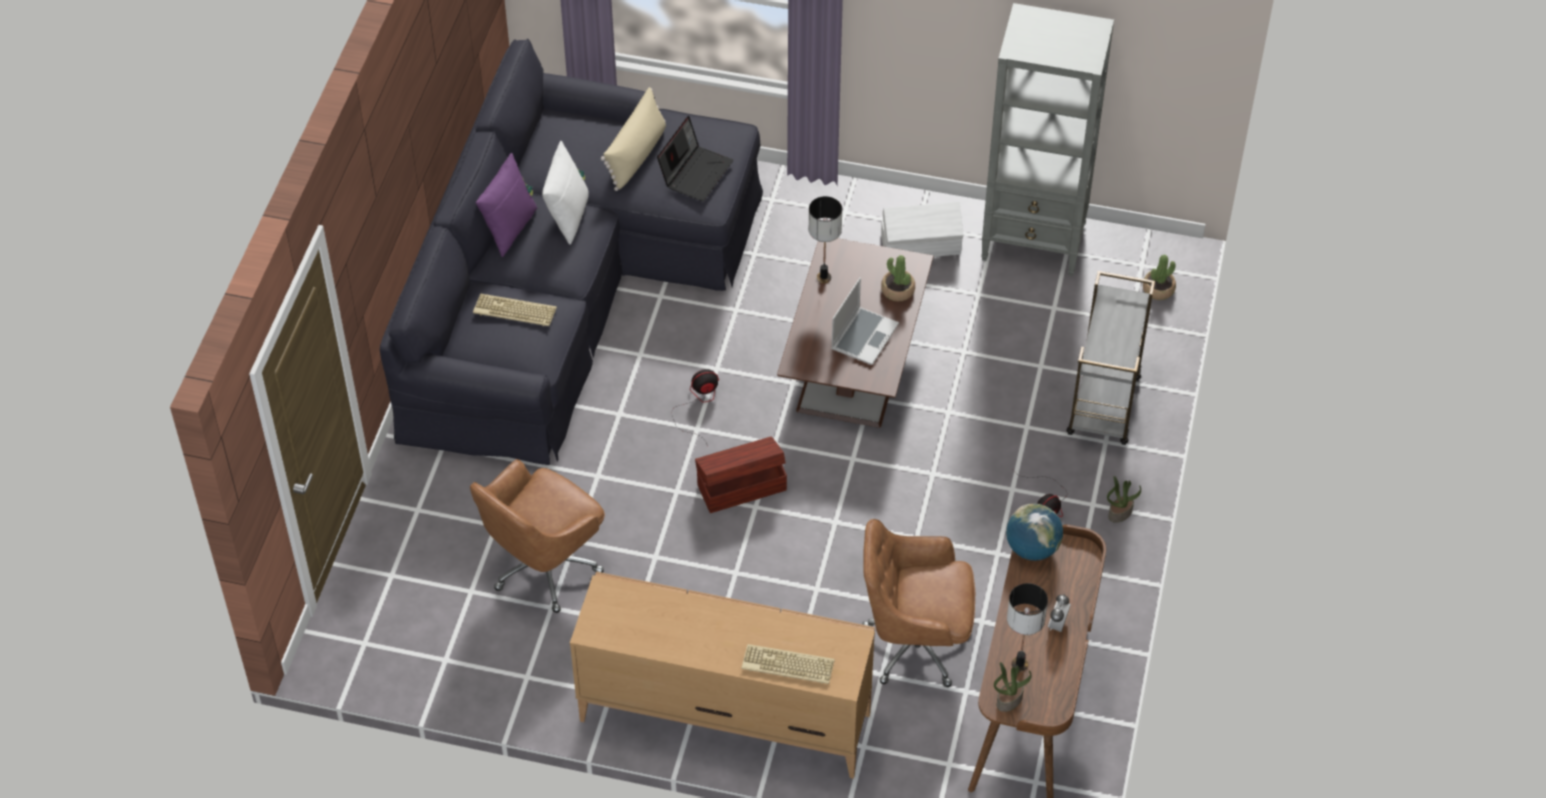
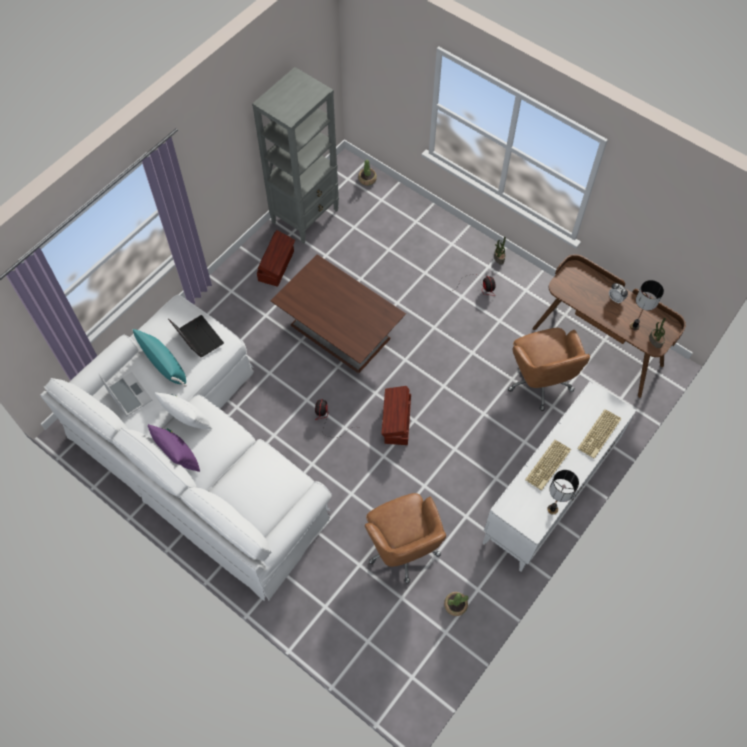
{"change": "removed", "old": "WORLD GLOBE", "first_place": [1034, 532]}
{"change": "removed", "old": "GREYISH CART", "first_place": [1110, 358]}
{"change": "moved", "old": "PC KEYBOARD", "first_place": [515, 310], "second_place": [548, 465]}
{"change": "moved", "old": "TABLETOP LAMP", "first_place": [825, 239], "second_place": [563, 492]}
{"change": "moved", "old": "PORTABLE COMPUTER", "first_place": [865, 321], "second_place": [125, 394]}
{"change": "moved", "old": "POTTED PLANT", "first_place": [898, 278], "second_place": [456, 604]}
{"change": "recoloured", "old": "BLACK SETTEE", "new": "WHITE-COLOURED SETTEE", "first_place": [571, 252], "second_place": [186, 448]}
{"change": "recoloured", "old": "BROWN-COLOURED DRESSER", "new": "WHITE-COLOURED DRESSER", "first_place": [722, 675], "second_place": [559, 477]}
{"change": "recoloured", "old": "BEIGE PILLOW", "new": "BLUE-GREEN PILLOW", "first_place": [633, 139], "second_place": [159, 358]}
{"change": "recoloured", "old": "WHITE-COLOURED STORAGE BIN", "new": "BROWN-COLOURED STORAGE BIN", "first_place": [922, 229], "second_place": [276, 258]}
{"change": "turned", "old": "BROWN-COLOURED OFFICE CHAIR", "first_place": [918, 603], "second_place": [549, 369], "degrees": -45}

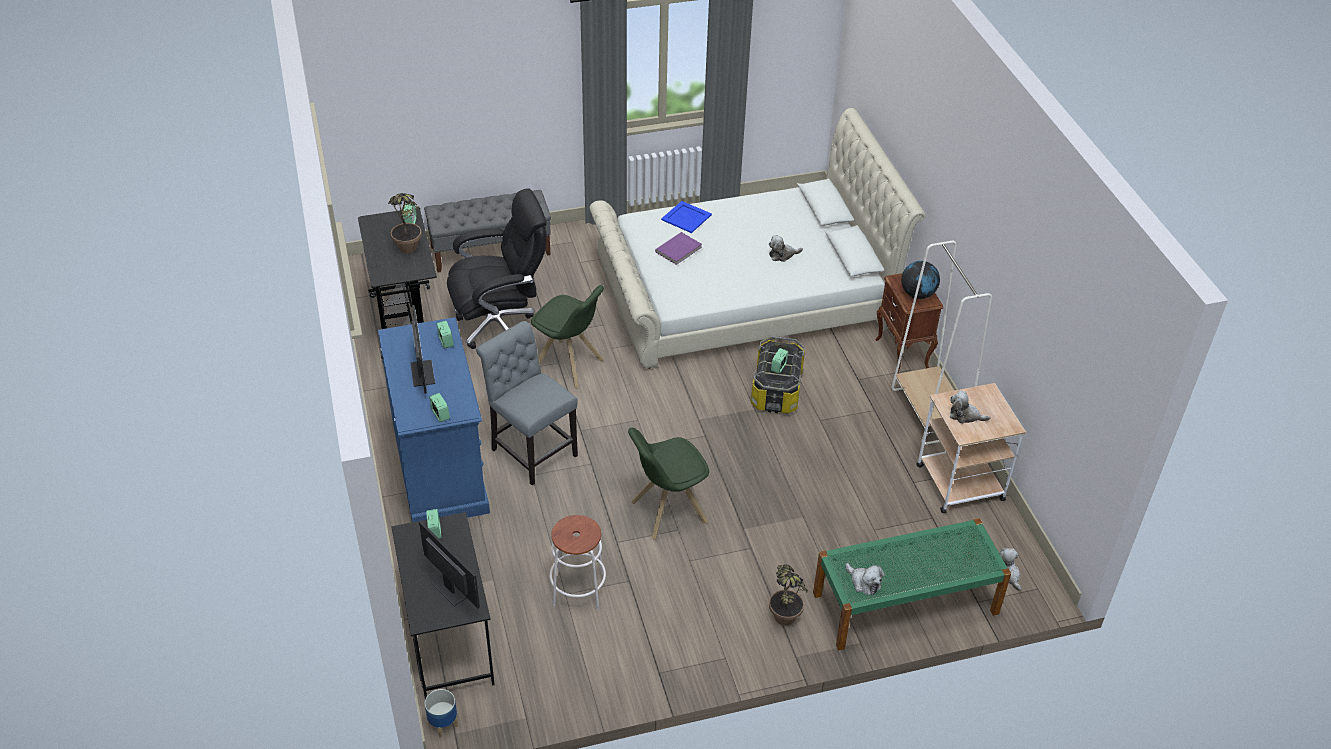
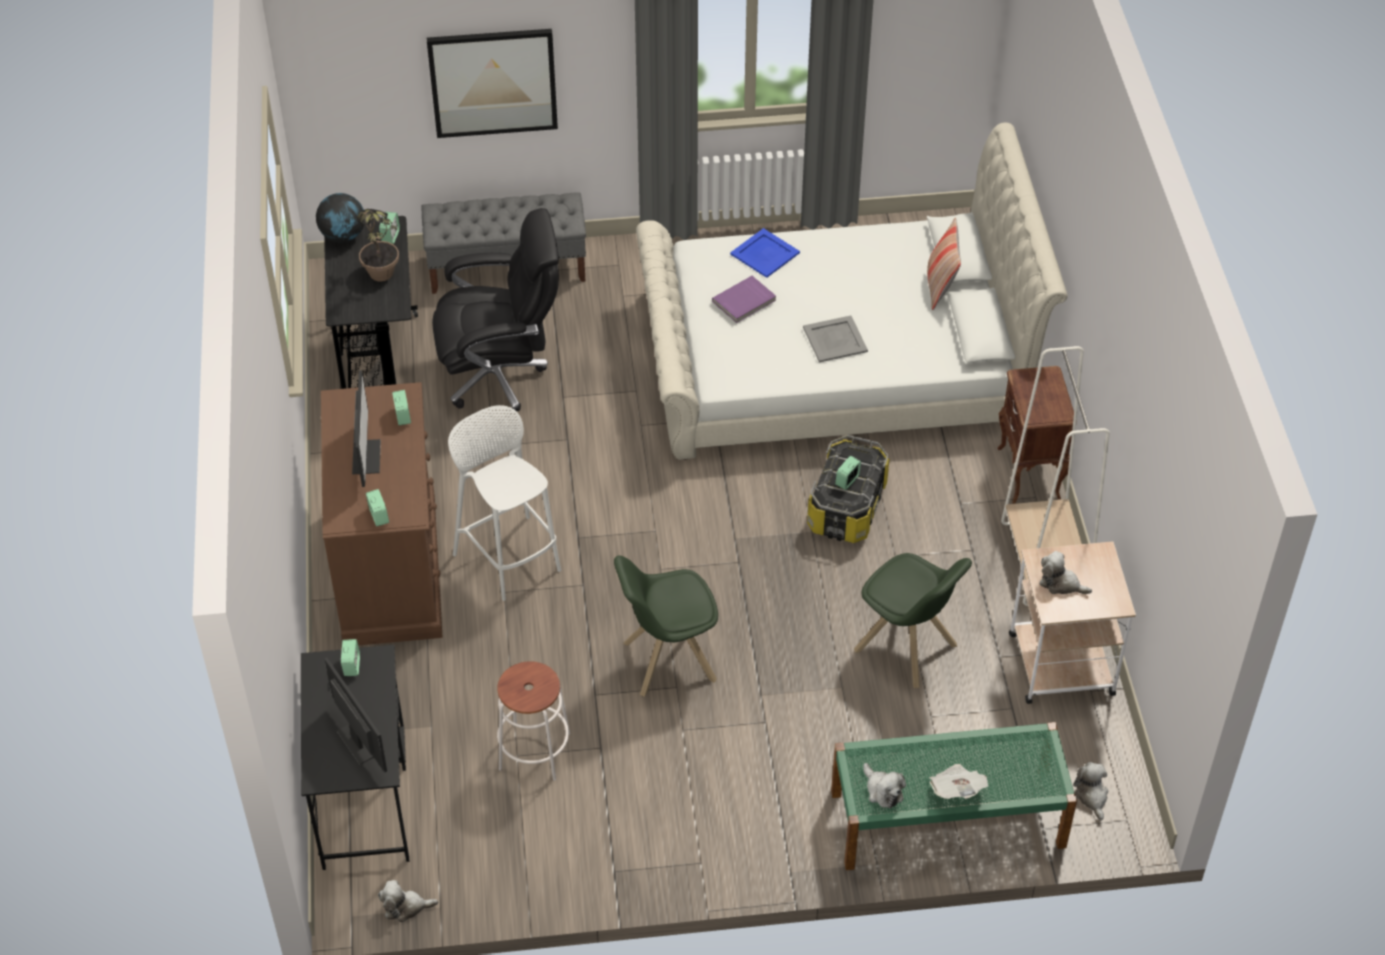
{"change": "removed", "old": "PLANT POT", "first_place": [441, 713]}
{"change": "removed", "old": "POTTED PLANT", "first_place": [788, 595]}
{"change": "added", "new": "WALL ART", "second_place": [492, 83]}
{"change": "added", "new": "GREYISH SERVING TRAY", "second_place": [835, 338]}
{"change": "added", "new": "PILLOW", "second_place": [944, 263]}
{"change": "added", "new": "PRINTED PAPER", "second_place": [959, 781]}
{"change": "moved", "old": "GREEN PLAIN CHAIR", "first_place": [567, 336], "second_place": [913, 620]}
{"change": "moved", "old": "CUDDLY TOY", "first_place": [786, 248], "second_place": [408, 901]}
{"change": "moved", "old": "WORLD GLOBE", "first_place": [920, 280], "second_place": [340, 217]}
{"change": "replaced", "old": "GREYISH PLAIN CHAIR", "new": "WHITE-COLOURED STOOL", "first_place": [527, 403], "second_place": [504, 503]}
{"change": "recoloured", "old": "BLUE DRESSER", "new": "BROWN-COLOURED DRESSER", "first_place": [434, 419], "second_place": [381, 513]}

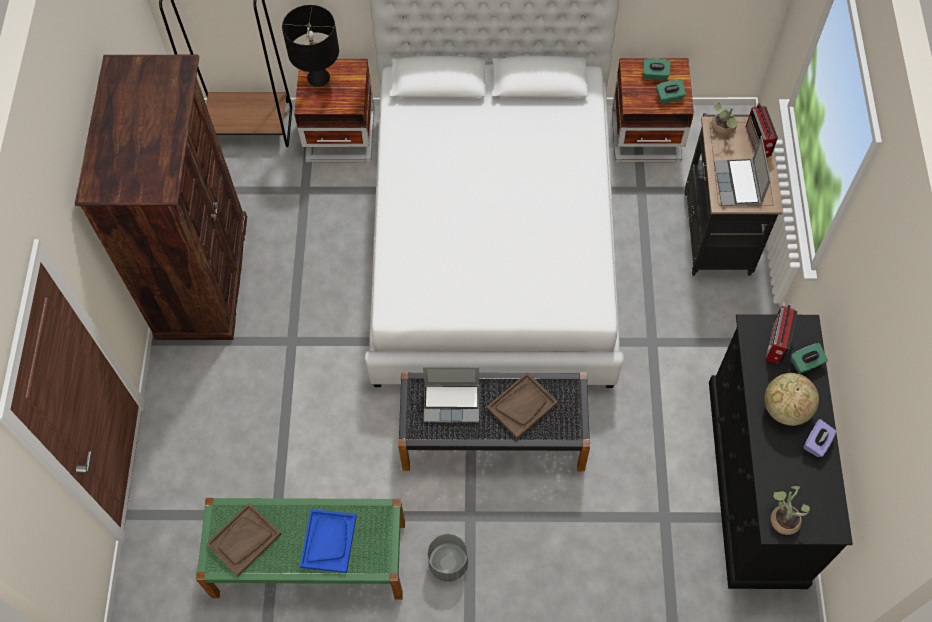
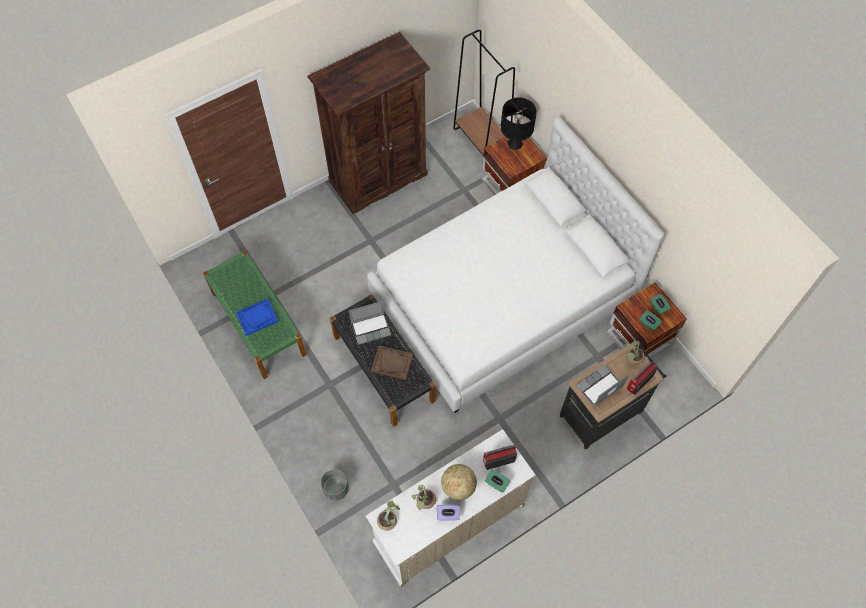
{"change": "removed", "old": "BROWN-COLOURED SERVING TRAY", "first_place": [243, 539]}
{"change": "added", "new": "POTTED PLANT", "second_place": [424, 497]}
{"change": "moved", "old": "GREYISH PLANT POT", "first_place": [447, 558], "second_place": [335, 485]}
{"change": "recoloured", "old": "BLACK DRESSER", "new": "WHITE-COLOURED DRESSER", "first_place": [781, 451], "second_place": [450, 508]}
{"change": "turned", "old": "PORTABLE COMPUTER", "first_place": [451, 394], "second_place": [370, 323], "degrees": -75}

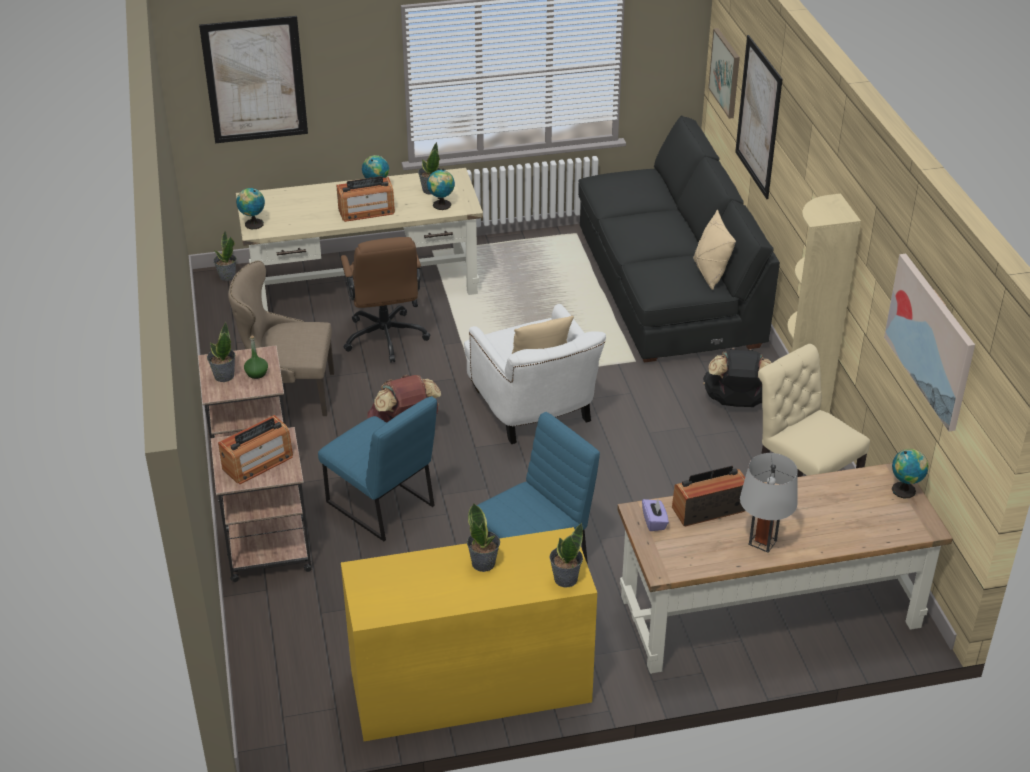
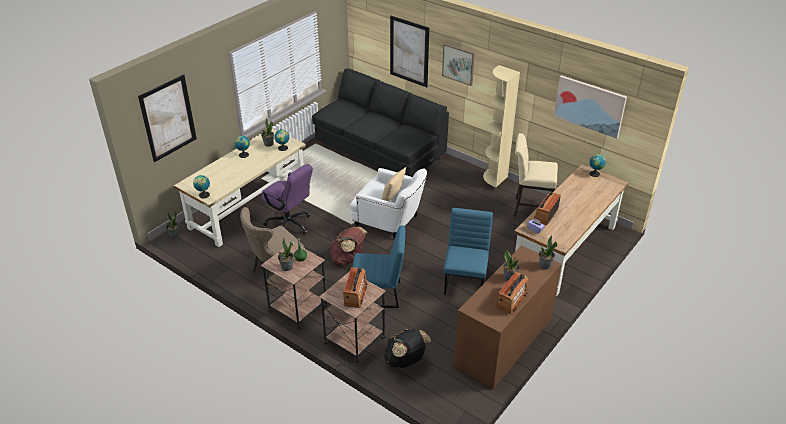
{"change": "removed", "old": "BEIGE PILLOW", "first_place": [714, 250]}
{"change": "removed", "old": "GREYISH TABLETOP LAMP", "first_place": [769, 503]}
{"change": "moved", "old": "RADIO", "first_place": [365, 199], "second_place": [513, 293]}
{"change": "moved", "old": "BLACK KNAPSACK", "first_place": [737, 377], "second_place": [407, 348]}
{"change": "moved", "old": "WALL ART", "first_place": [724, 73], "second_place": [458, 64]}
{"change": "recoloured", "old": "BROWN-COLOURED OFFICE CHAIR", "new": "PURPLISH OFFICE CHAIR", "first_place": [385, 300], "second_place": [287, 199]}
{"change": "recoloured", "old": "YELLOWISH DRESSER", "new": "BROWN-COLOURED DRESSER", "first_place": [469, 634], "second_place": [508, 317]}

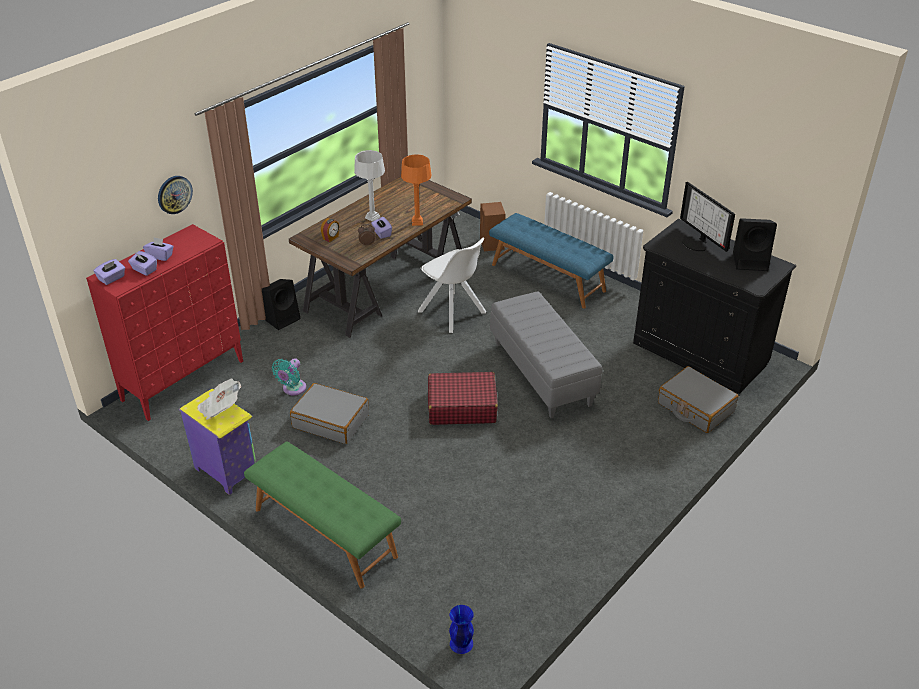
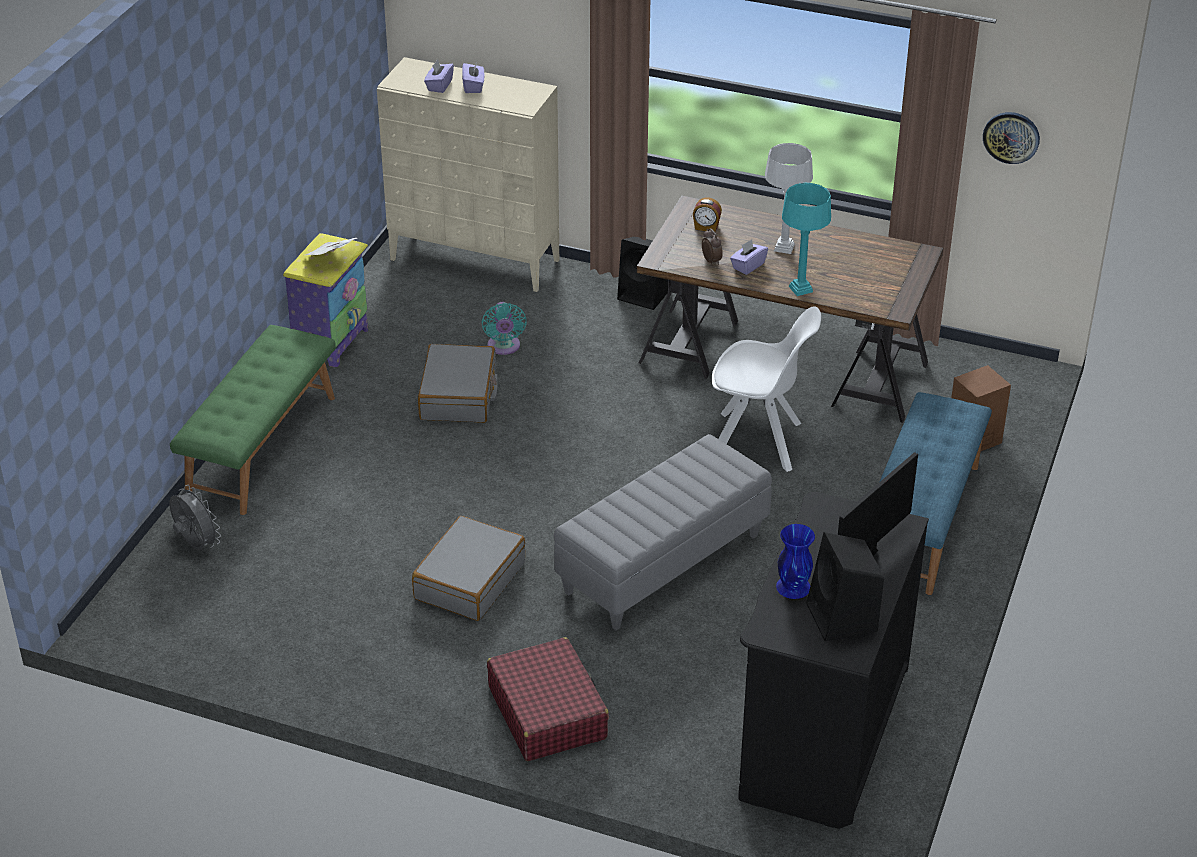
{"change": "removed", "old": "PURPLISH TISSUE BOX", "first_place": [109, 272]}
{"change": "added", "new": "GREYISH FAN", "second_place": [195, 517]}
{"change": "moved", "old": "CLOCK ON THE WALL", "first_place": [175, 195], "second_place": [1011, 138]}
{"change": "moved", "old": "RED-COLOURED PIECE OF LUGGAGE", "first_place": [463, 398], "second_place": [548, 699]}
{"change": "moved", "old": "BLUE FLOWER VASE", "first_place": [461, 629], "second_place": [795, 561]}
{"change": "moved", "old": "GREYISH PIECE OF LUGGAGE", "first_place": [698, 399], "second_place": [468, 568]}
{"change": "recoloured", "old": "RED-COLOURED DRESSER", "new": "BEIGE DRESSER", "first_place": [164, 322], "second_place": [468, 174]}
{"change": "recoloured", "old": "ORANGE-COLOURED TABLETOP LAMP", "new": "BLUE-GREEN TABLETOP LAMP", "first_place": [416, 190], "second_place": [806, 239]}
{"change": "turned", "old": "BLUE-GREEN FAN", "first_place": [289, 376], "second_place": [504, 328], "degrees": -105}
{"change": "turned", "old": "WHITE-COLOURED PLAIN CHAIR", "first_place": [452, 285], "second_place": [766, 389], "degrees": -105}

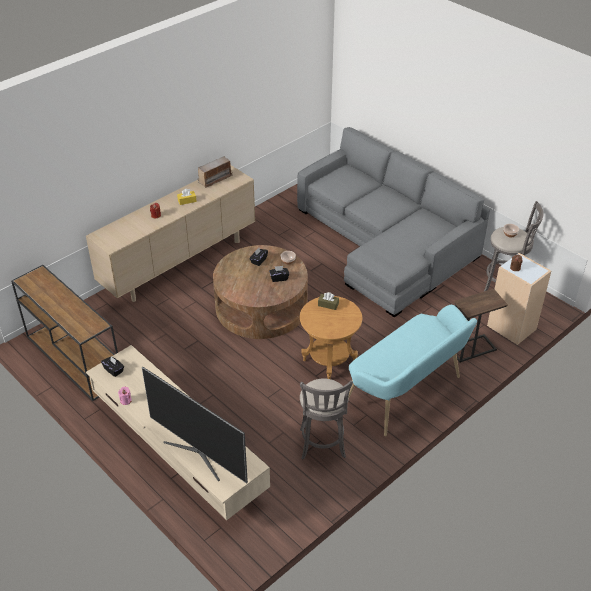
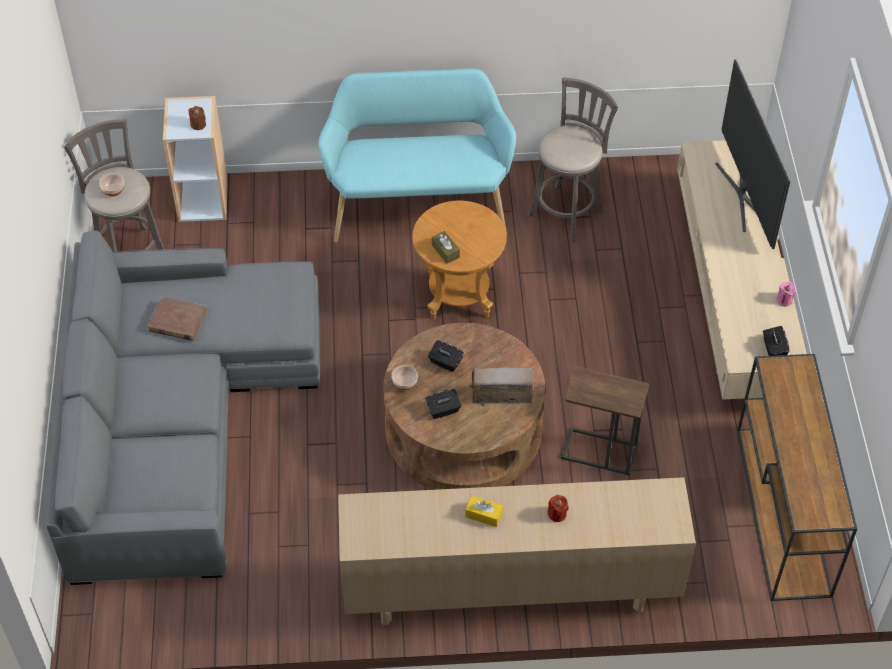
{"change": "added", "new": "BROWN-COLOURED BOUND BOOK", "second_place": [177, 318]}
{"change": "moved", "old": "RADIO", "first_place": [215, 172], "second_place": [502, 387]}
{"change": "moved", "old": "BROWN-COLOURED SIDE TABLE", "first_place": [481, 326], "second_place": [605, 421]}

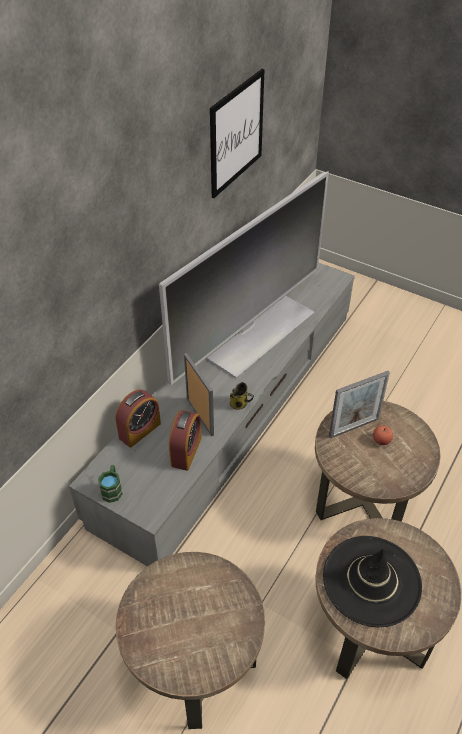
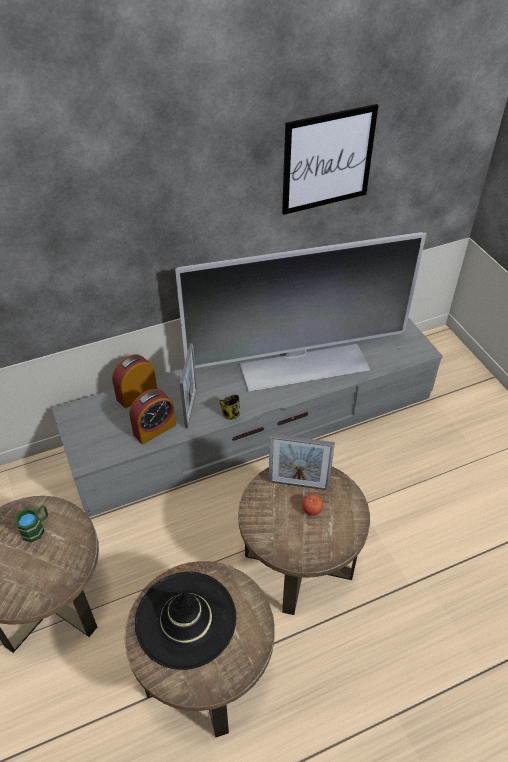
{"change": "moved", "old": "GREEN COFFEE MUG", "first_place": [110, 484], "second_place": [31, 523]}
{"change": "turned", "old": "ALARM CLOCK", "first_place": [138, 418], "second_place": [134, 381], "degrees": 150}

